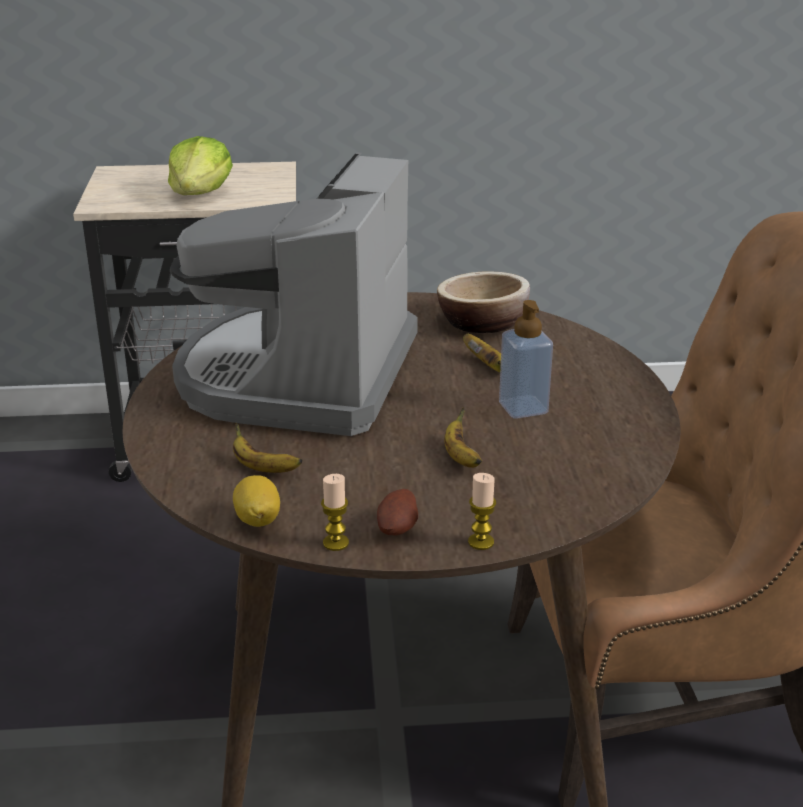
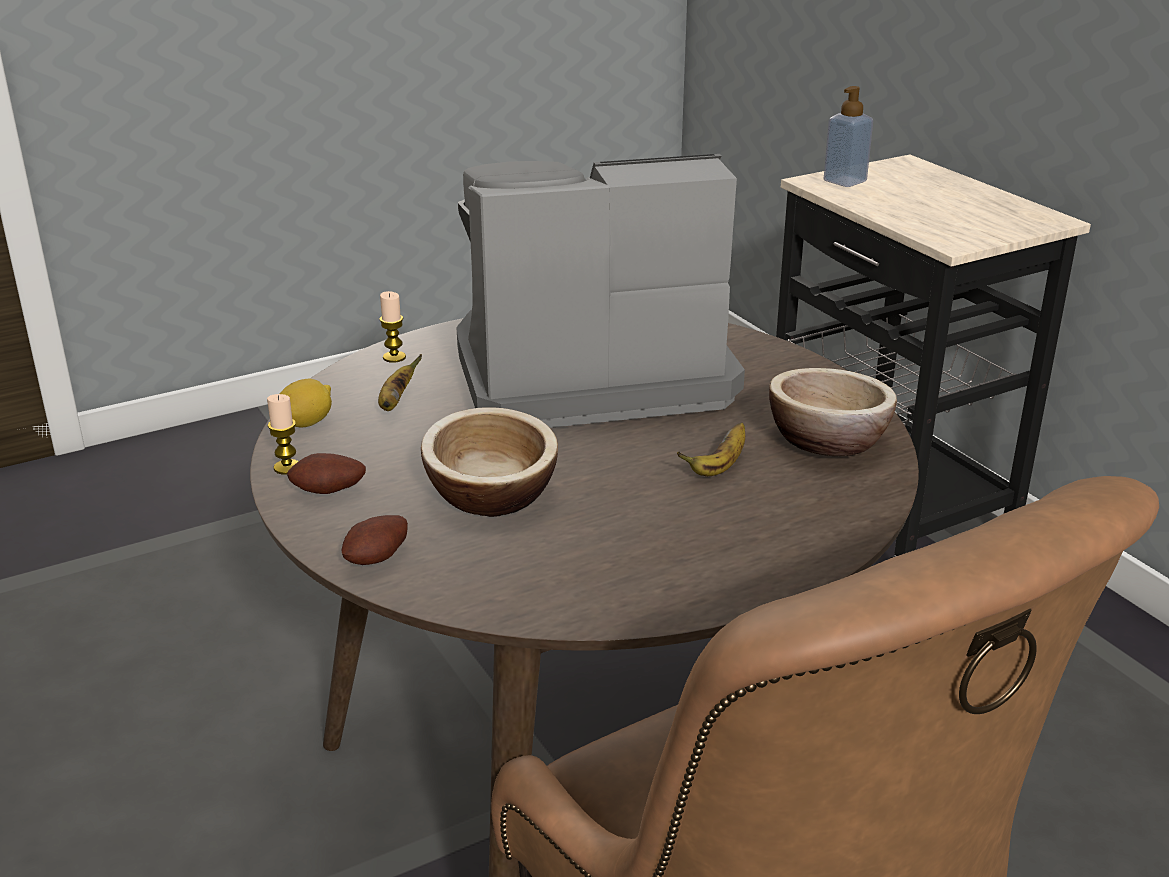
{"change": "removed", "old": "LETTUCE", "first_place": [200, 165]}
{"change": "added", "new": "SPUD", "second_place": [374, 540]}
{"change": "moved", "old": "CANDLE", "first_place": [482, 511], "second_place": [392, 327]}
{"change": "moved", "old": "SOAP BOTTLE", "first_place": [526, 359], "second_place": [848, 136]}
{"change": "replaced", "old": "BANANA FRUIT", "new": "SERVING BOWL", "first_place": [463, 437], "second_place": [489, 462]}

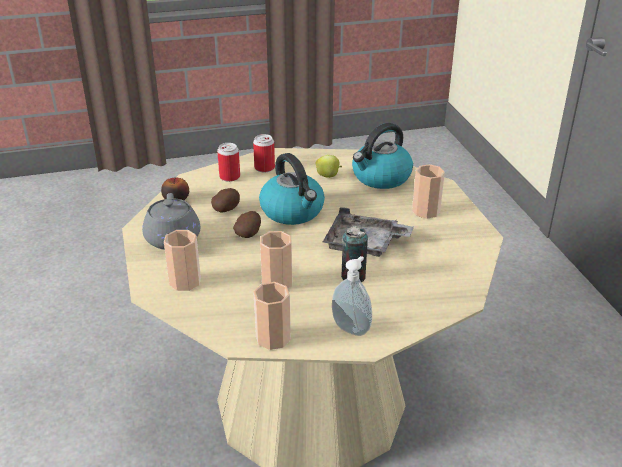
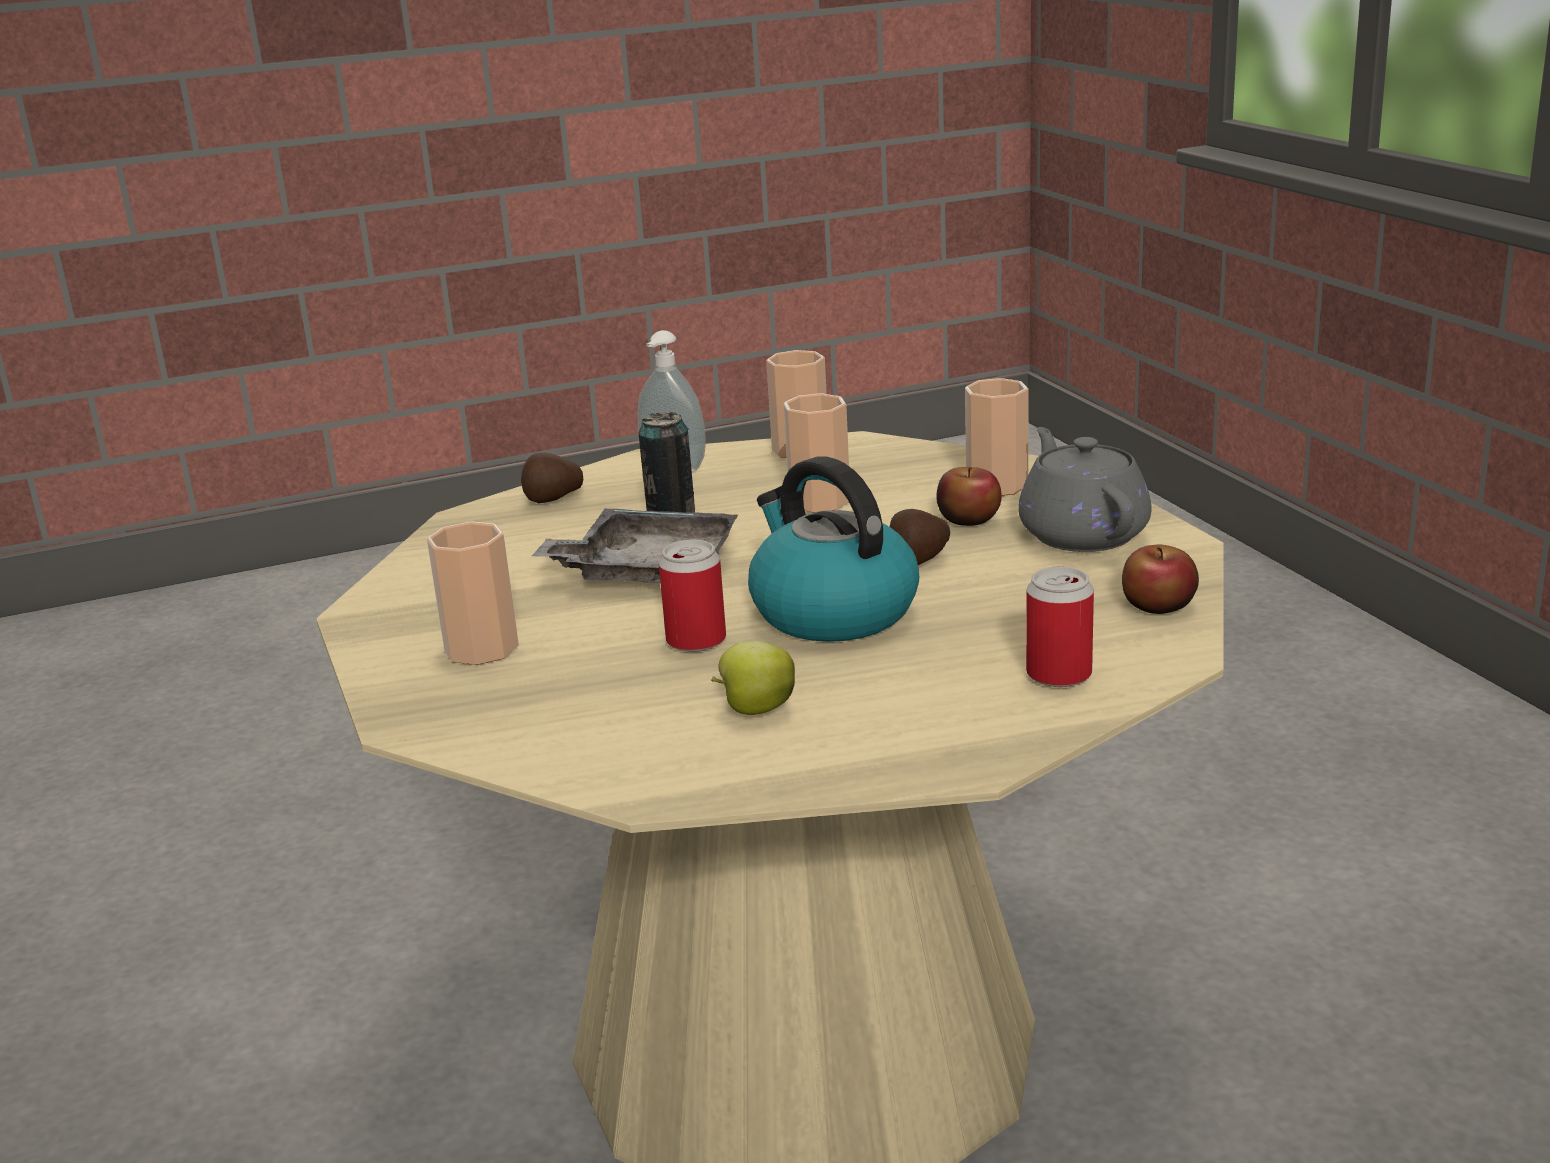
{"change": "removed", "old": "WATER KETTLE", "first_place": [382, 156]}
{"change": "added", "new": "APPLE", "second_place": [969, 496]}
{"change": "moved", "old": "SPUD", "first_place": [225, 200], "second_place": [552, 478]}
{"change": "moved", "old": "SEALED CAN", "first_place": [264, 153], "second_place": [692, 596]}

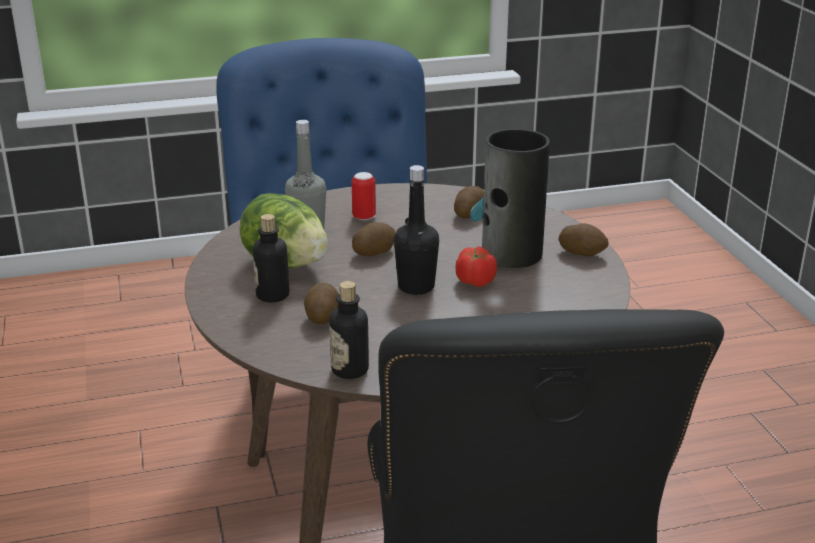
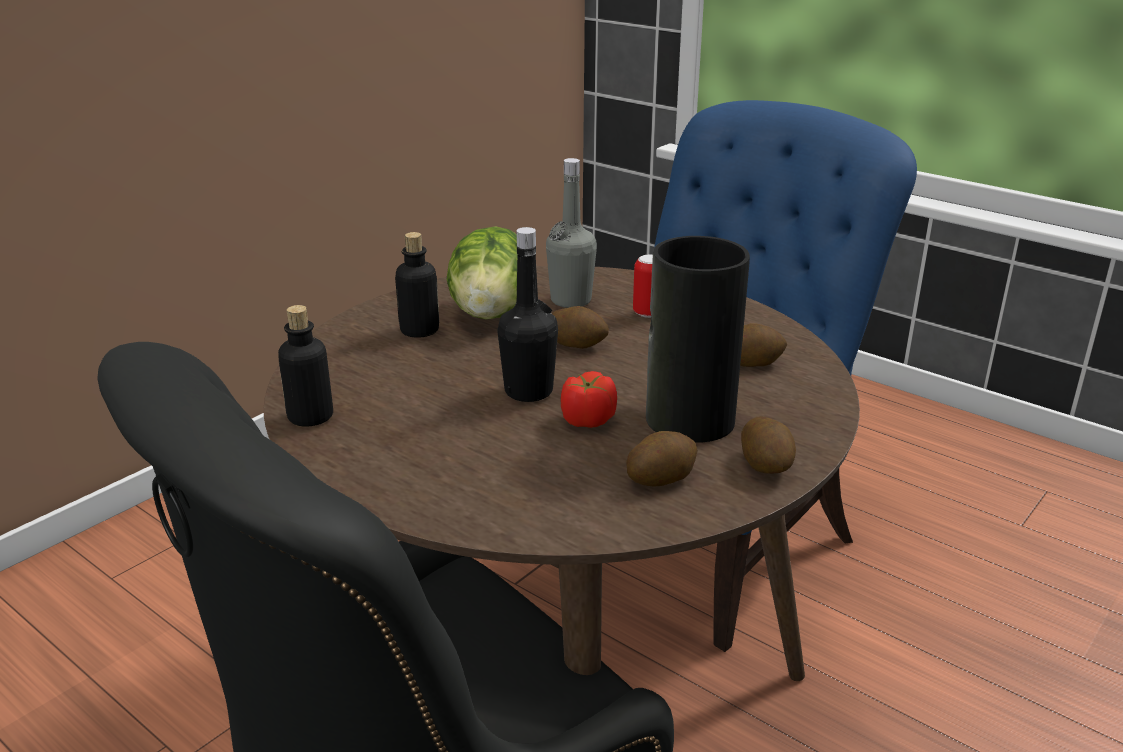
{"change": "moved", "old": "SPUD", "first_place": [321, 304], "second_place": [662, 459]}

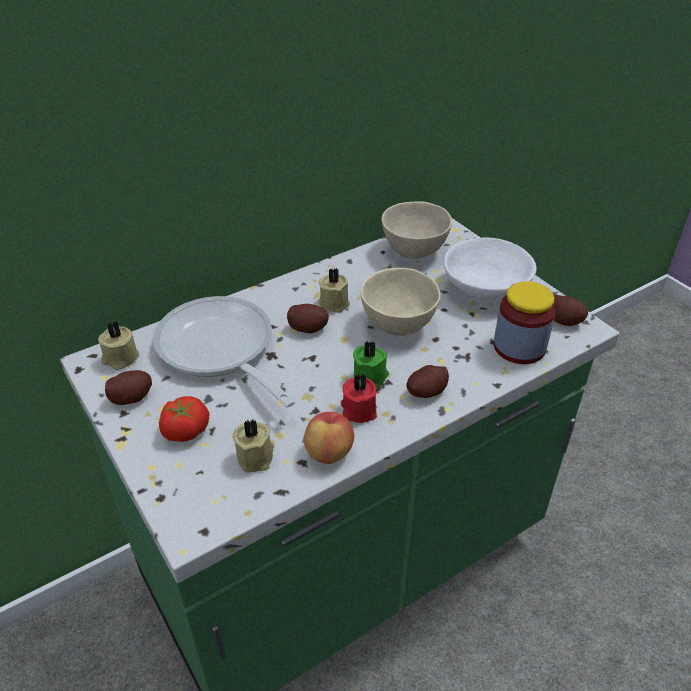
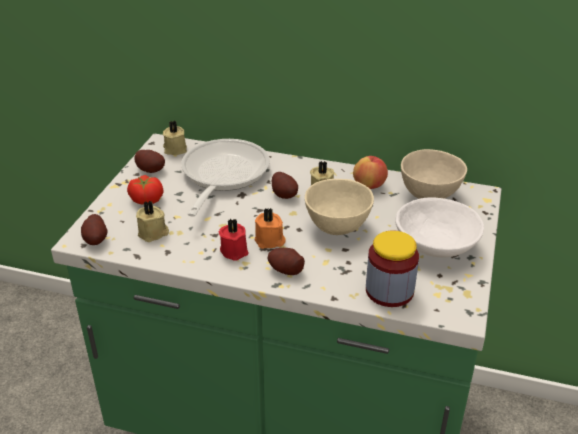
{"change": "moved", "old": "APPLE", "first_place": [329, 438], "second_place": [370, 172]}
{"change": "moved", "old": "SPUD", "first_place": [571, 310], "second_place": [94, 229]}
{"change": "recoloured", "old": "GREEN CANDLE", "new": "ORANGE-COLOURED CANDLE", "first_place": [371, 365], "second_place": [270, 228]}

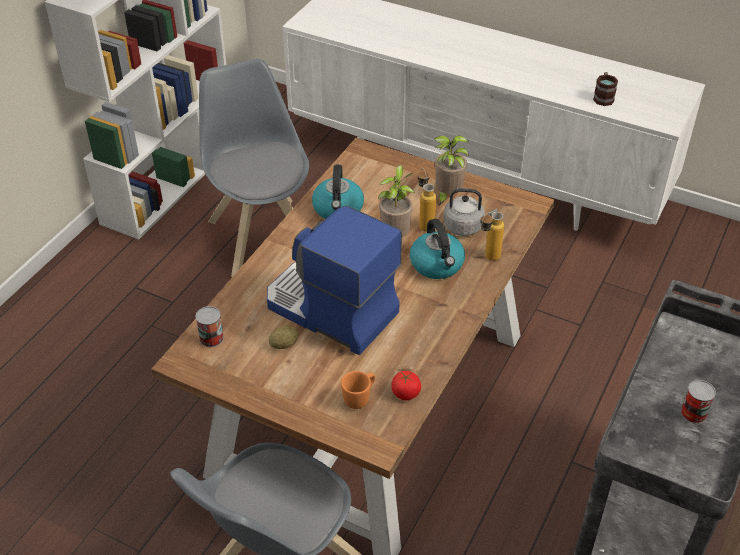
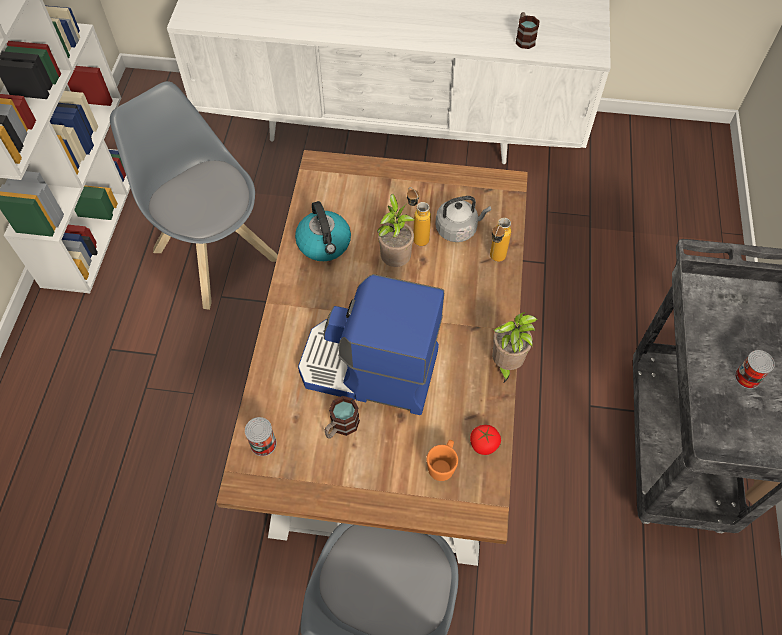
{"change": "removed", "old": "WATER KETTLE", "first_place": [437, 249]}
{"change": "moved", "old": "POTTED PLANT", "first_place": [451, 170], "second_place": [515, 348]}
{"change": "replaced", "old": "SPUD", "new": "COFFEE MUG", "first_place": [283, 337], "second_place": [342, 417]}

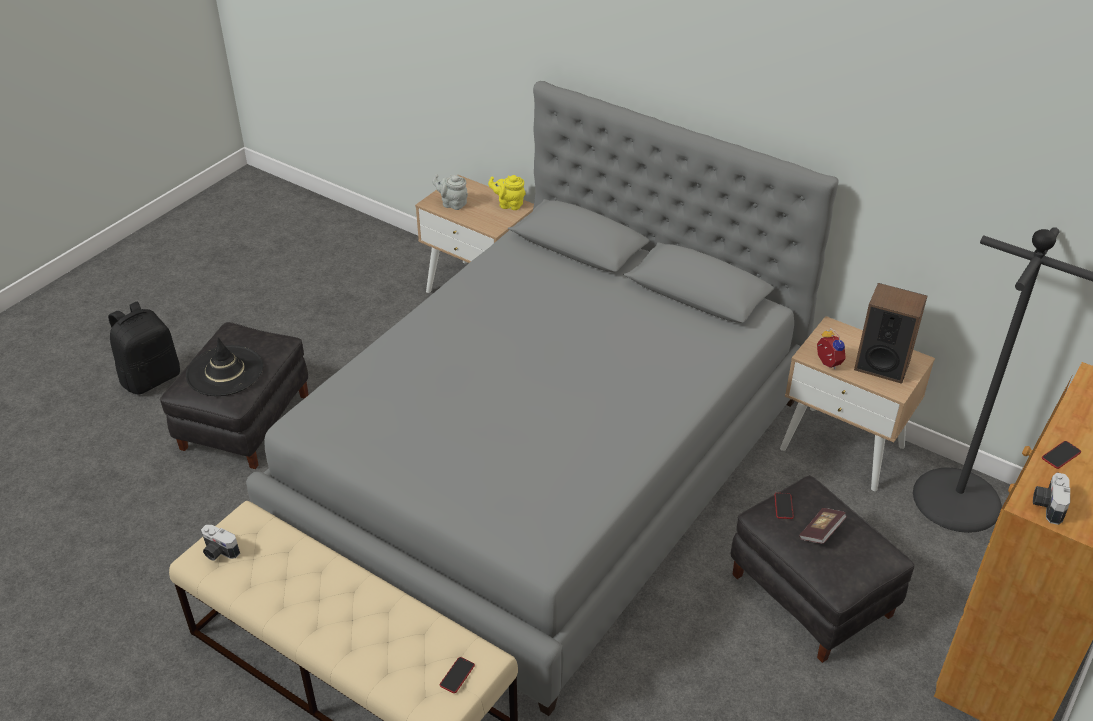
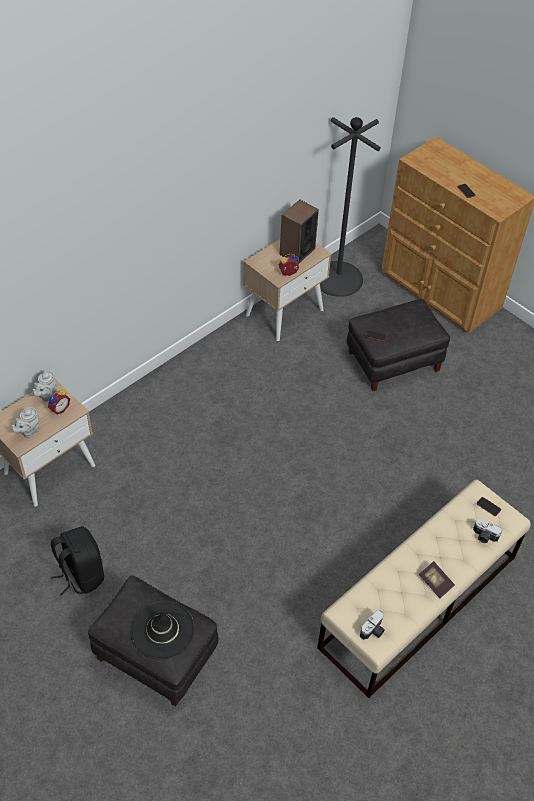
{"change": "removed", "old": "GREYISH BED", "first_place": [542, 398]}
{"change": "added", "new": "ALARM CLOCK", "second_place": [59, 402]}
{"change": "moved", "old": "BLACK KNAPSACK", "first_place": [144, 348], "second_place": [77, 561]}
{"change": "moved", "old": "BOUND BOOK", "first_place": [823, 526], "second_place": [437, 580]}
{"change": "moved", "old": "STILL CAMERA", "first_place": [1051, 498], "second_place": [487, 531]}
{"change": "recoloured", "old": "YELLOWISH TEA POT", "new": "GREYISH TEA POT", "first_place": [507, 192], "second_place": [44, 386]}

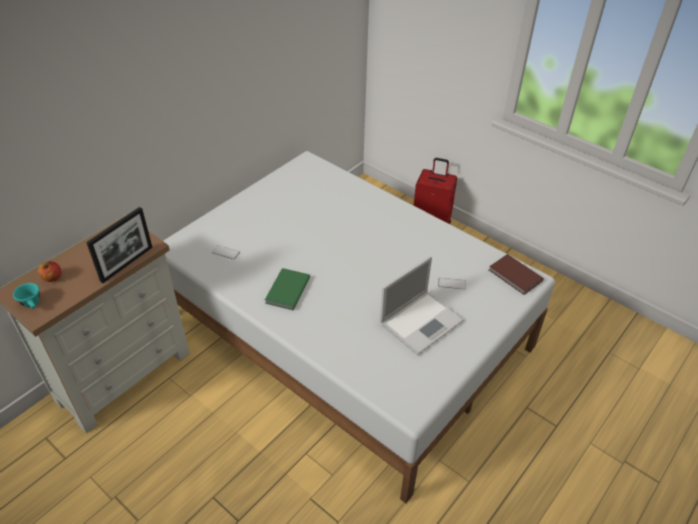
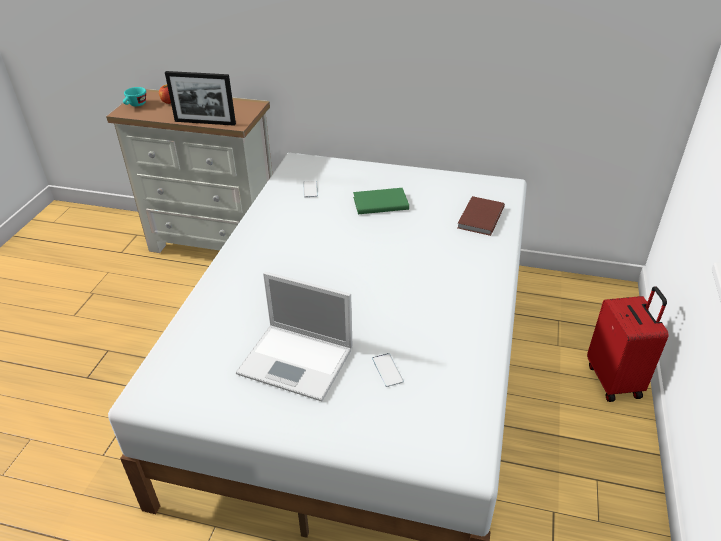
{"change": "moved", "old": "GREEN BOUND BOOK", "first_place": [287, 289], "second_place": [381, 201]}
{"change": "moved", "old": "BROWN-COLOURED BOUND BOOK", "first_place": [516, 274], "second_place": [481, 216]}

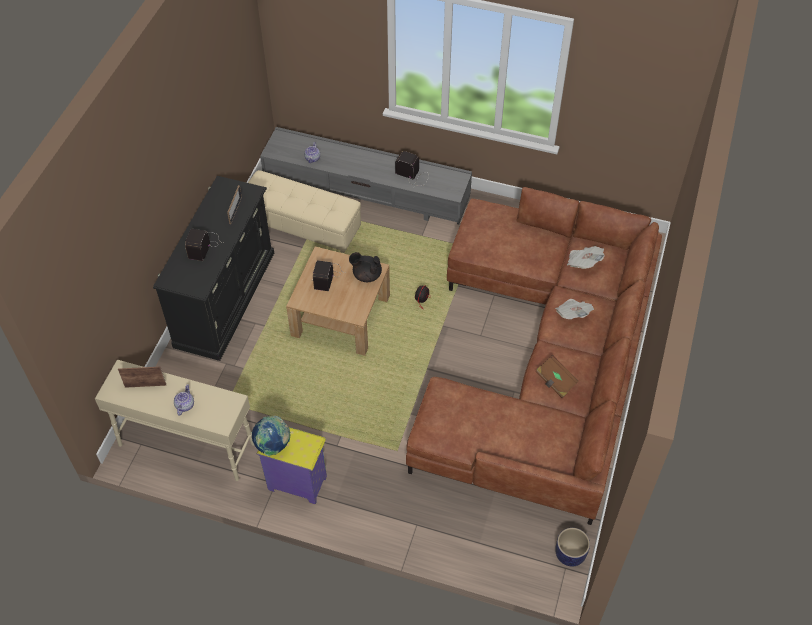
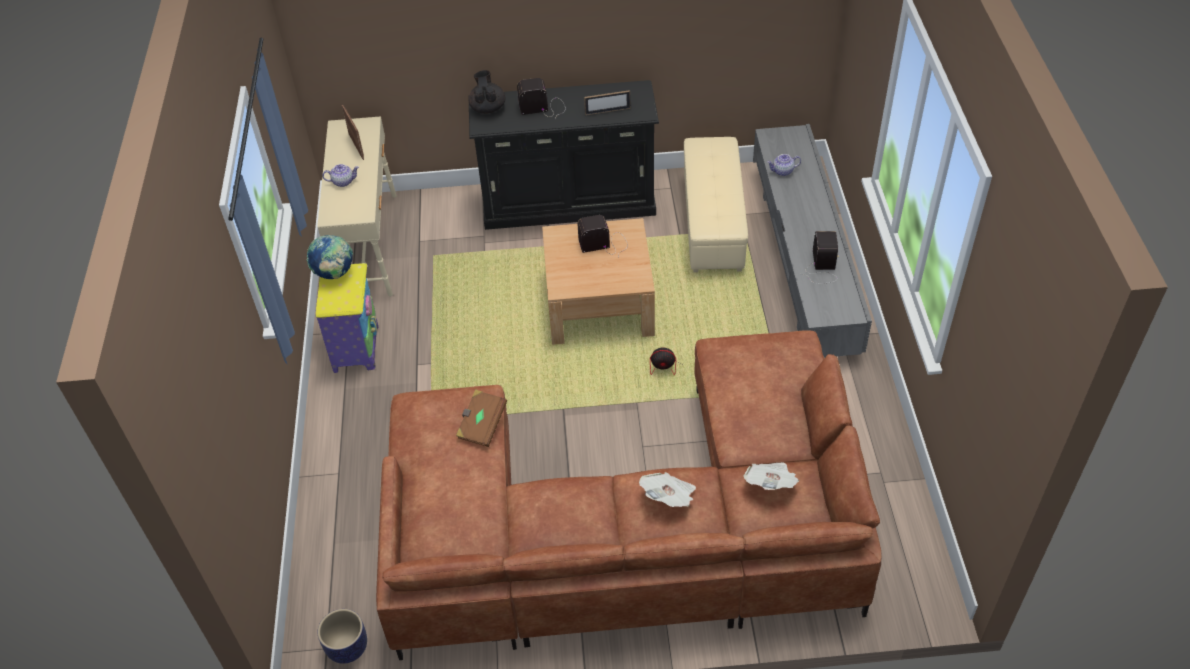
{"change": "moved", "old": "BLACK TEA POT", "first_place": [365, 267], "second_place": [487, 92]}
{"change": "moved", "old": "BROWN-COLOURED BOUND BOOK", "first_place": [557, 376], "second_place": [481, 418]}

